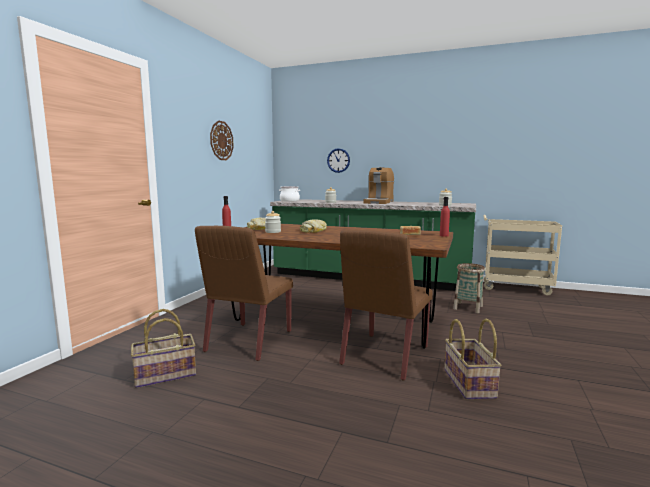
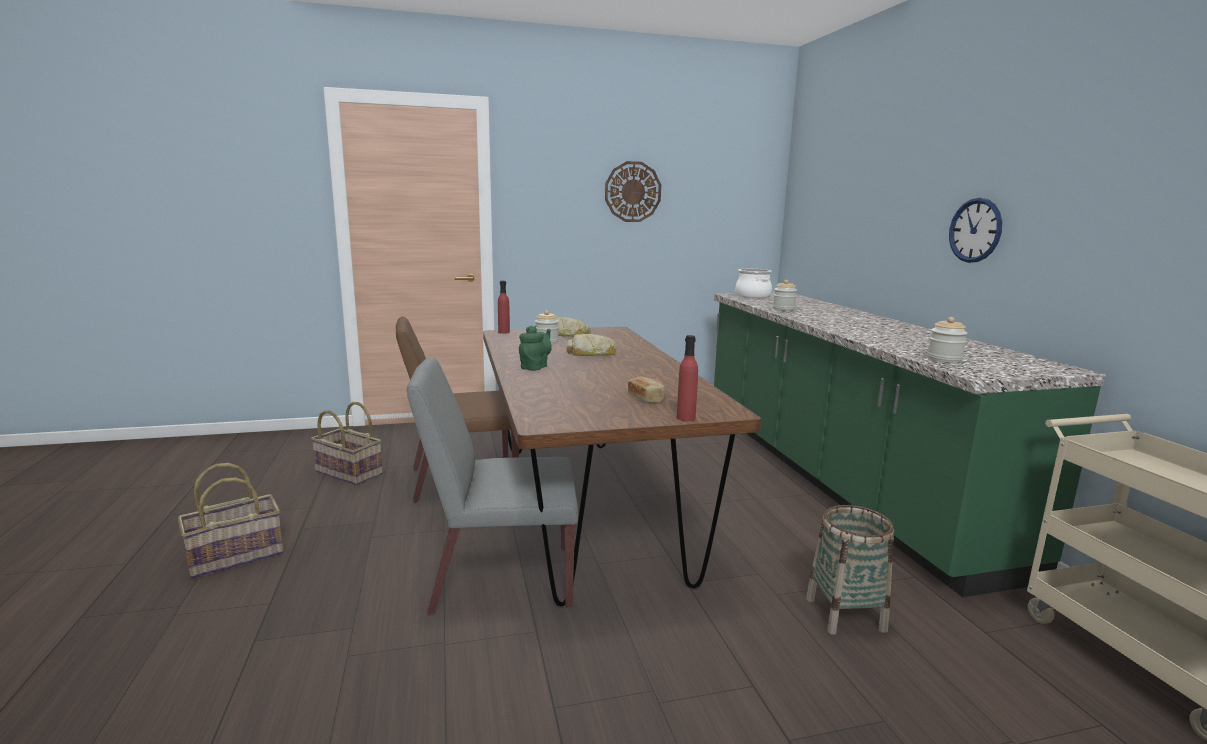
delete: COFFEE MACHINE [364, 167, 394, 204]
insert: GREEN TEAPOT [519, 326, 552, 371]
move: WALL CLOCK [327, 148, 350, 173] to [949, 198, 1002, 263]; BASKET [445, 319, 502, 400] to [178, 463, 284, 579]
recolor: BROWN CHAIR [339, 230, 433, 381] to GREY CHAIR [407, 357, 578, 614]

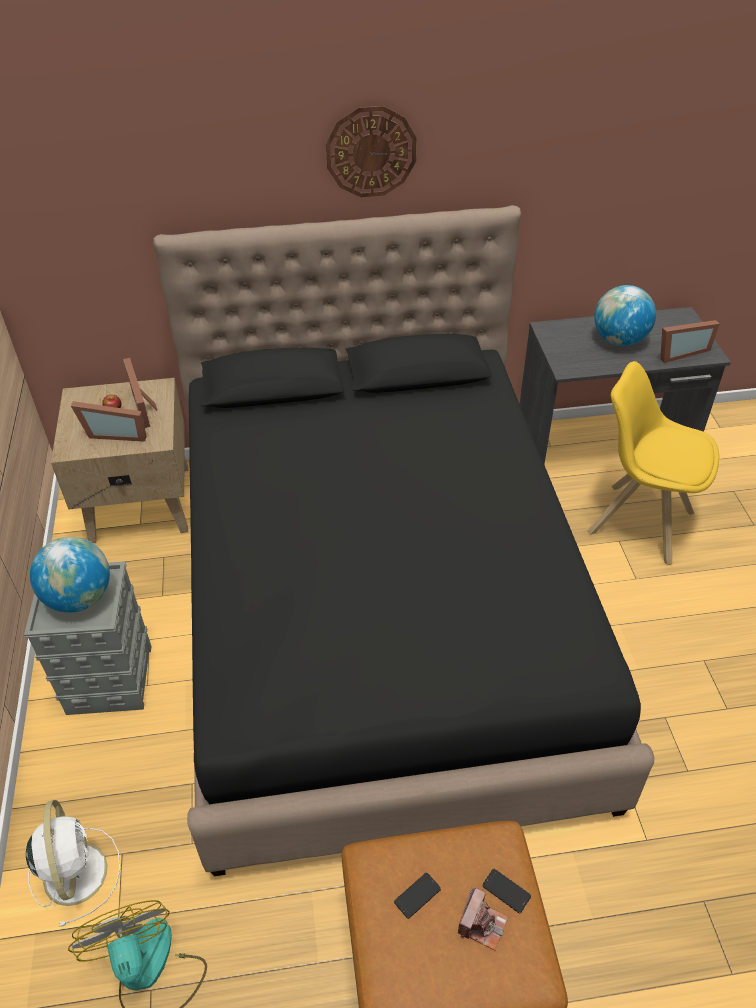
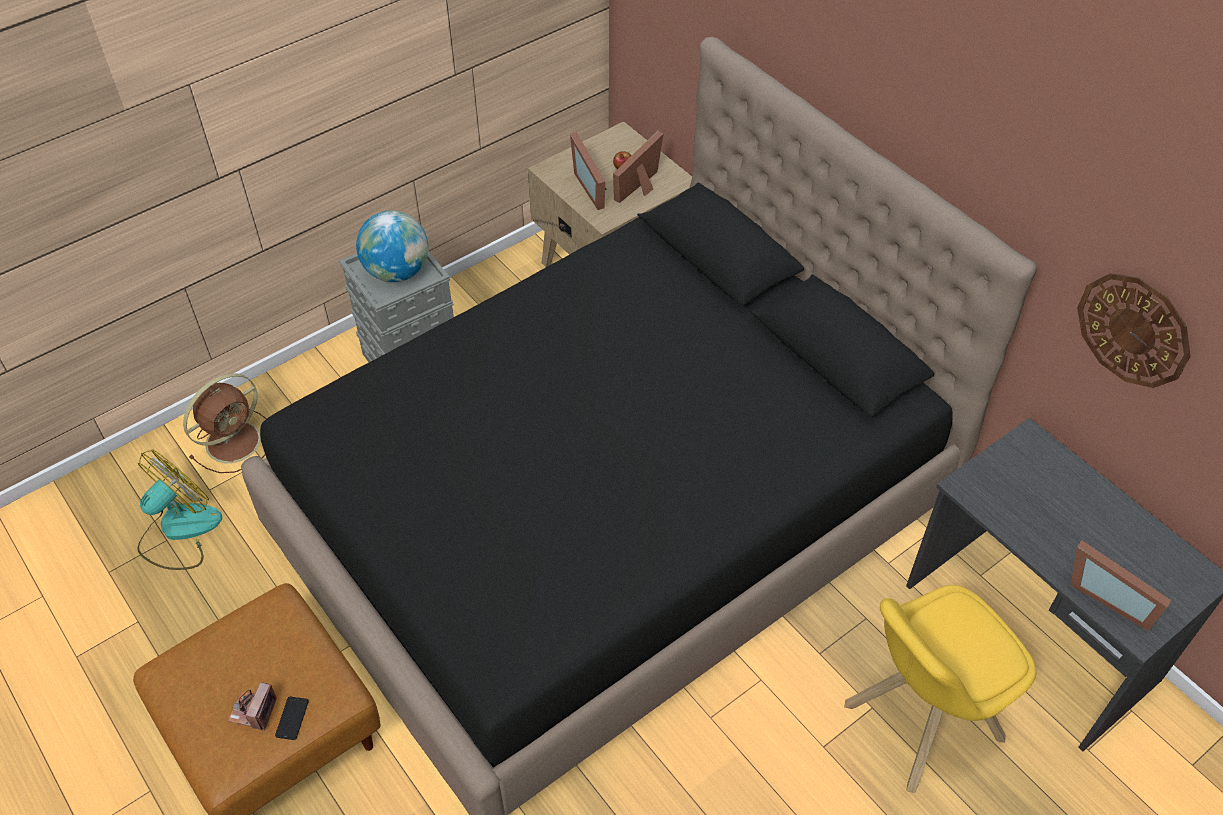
delete: GLOBE [594, 285, 656, 346]; PHONE [394, 873, 441, 919]
move: WALL CLOCK [326, 106, 417, 197] to [1077, 273, 1190, 388]
recolor: WHITE FAN [26, 800, 120, 927] to BROWN FAN [183, 373, 267, 473]
rotate: YELLOW CHAIR [587, 361, 719, 565] = [844, 585, 1036, 793] 120 degrees counterclockwise; PHOTO CAMERA [458, 887, 508, 950] = [228, 682, 277, 730] 105 degrees clockwise

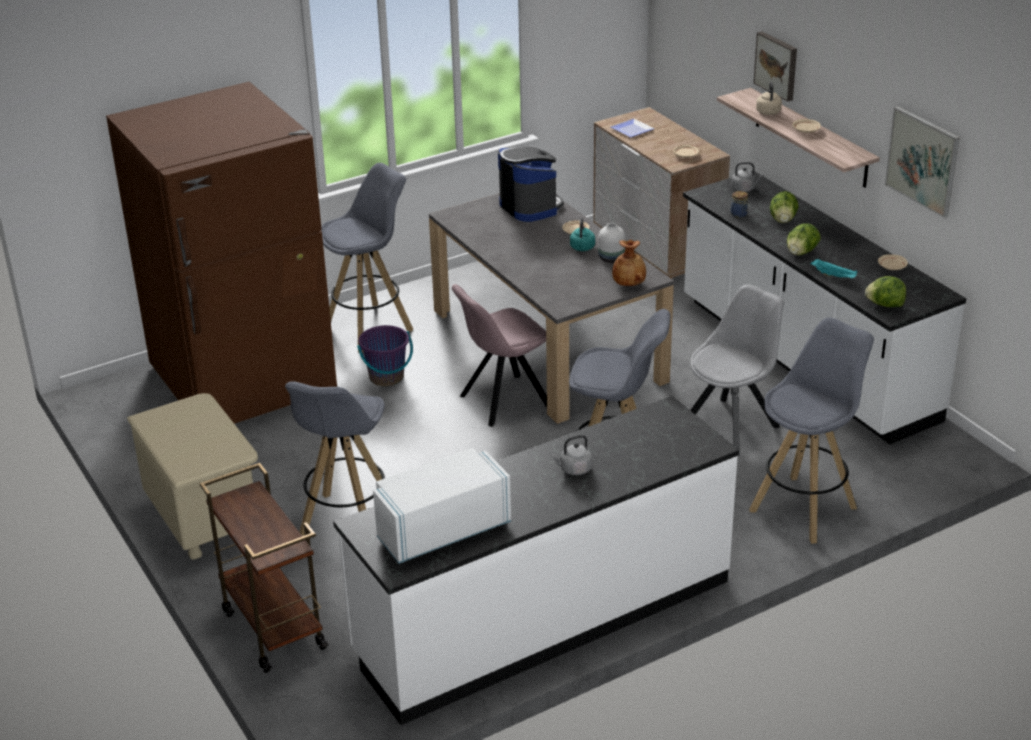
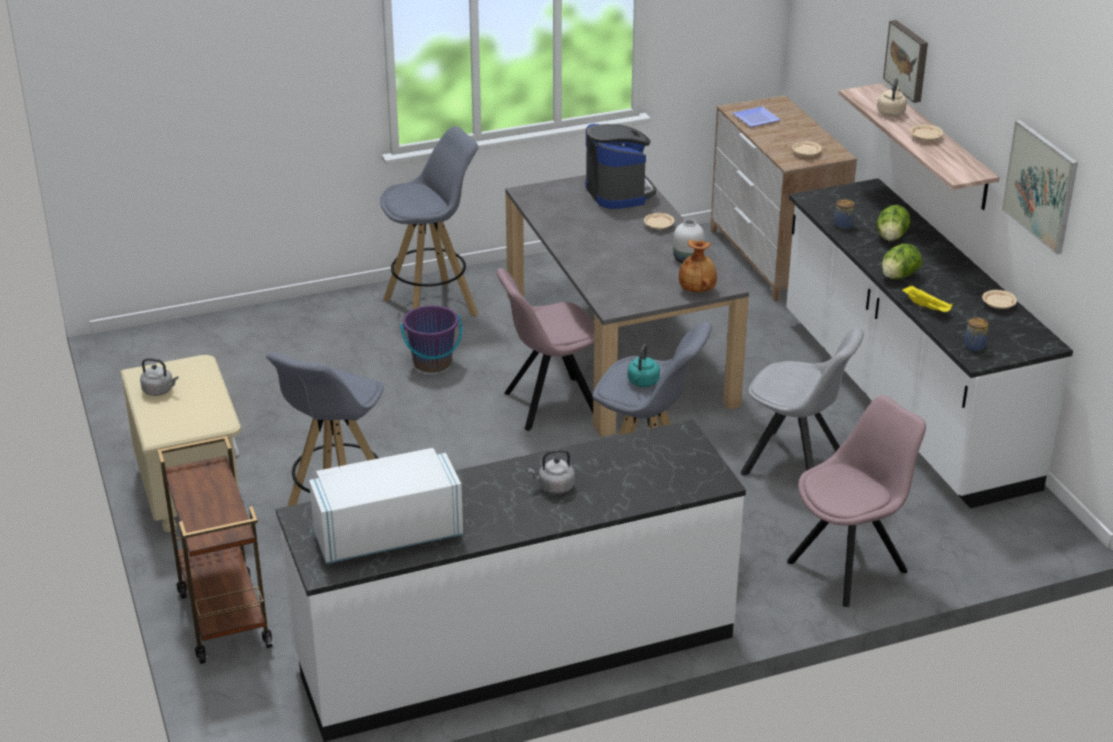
delete: BROWN FRIDGE [106, 81, 337, 424]
move: GREY KETTLE [731, 162, 764, 192] to [140, 358, 178, 396]; TURQUOISE KETTLE [570, 218, 595, 251] to [628, 345, 660, 387]
replace: LETTUCE [865, 276, 906, 307] to JAR [964, 317, 989, 351]; GREY STOOL [749, 317, 874, 544] to PINK CHAIR [787, 395, 926, 607]
recolor: TURQUOISE TRAY [811, 259, 858, 279] to YELLOW TRAY [902, 285, 953, 312]
rotate: GREY CHAIR [690, 284, 784, 456] = [740, 328, 864, 476] 60 degrees clockwise

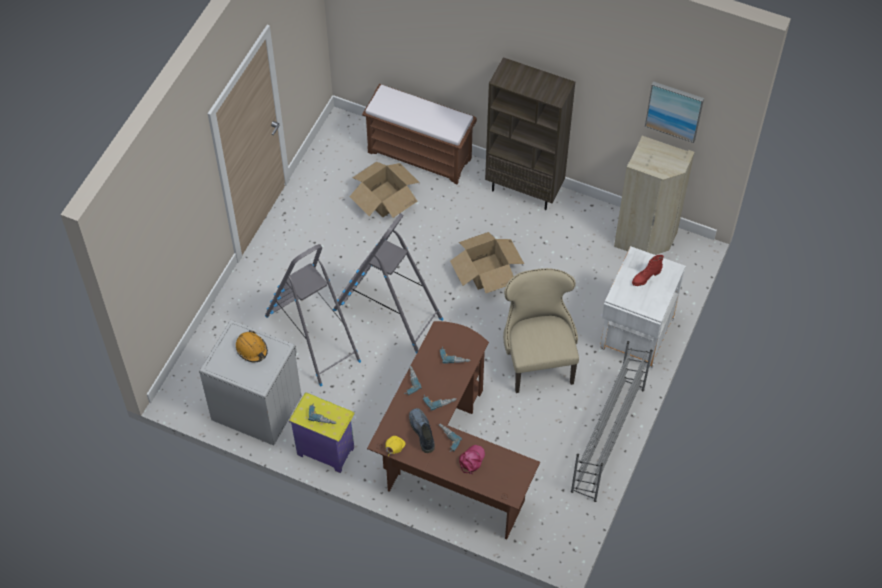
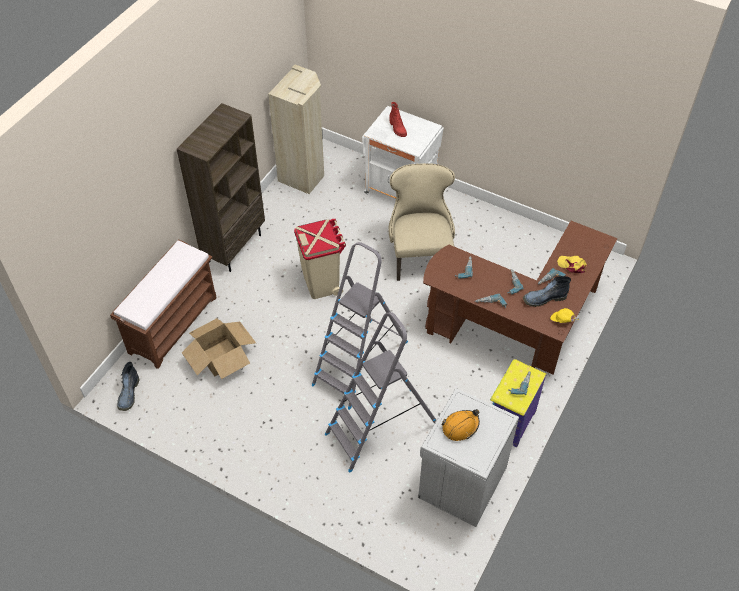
delete: PICTURE [645, 81, 704, 143]; GREY SHOE RACK [571, 341, 653, 502]
insert: BOOT [117, 362, 139, 411]
replace: CARDBOARD BOX [450, 232, 524, 293] to BEIGE TRASH CAN [294, 219, 346, 299]
recolor: PINK CAP [459, 445, 485, 474] to YELLOW CAP [557, 256, 587, 273]
rotate: BEIGE CHAIR [503, 268, 579, 393] = [388, 163, 455, 281] 90 degrees clockwise

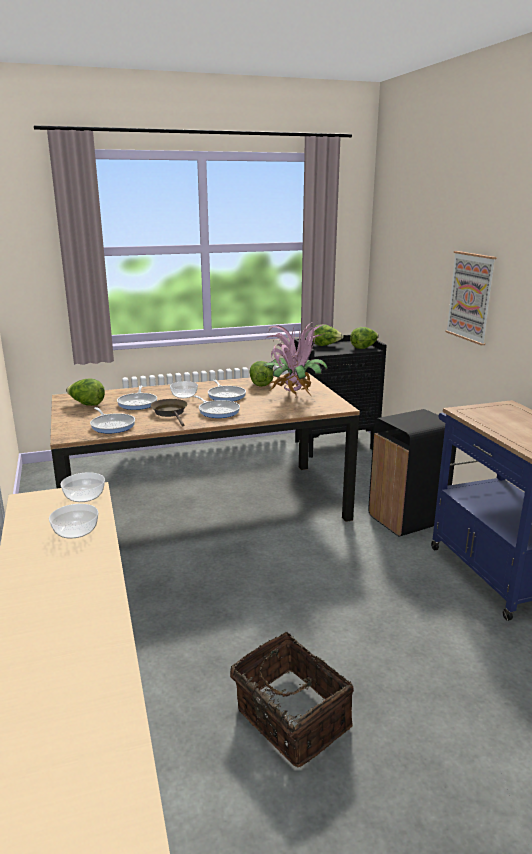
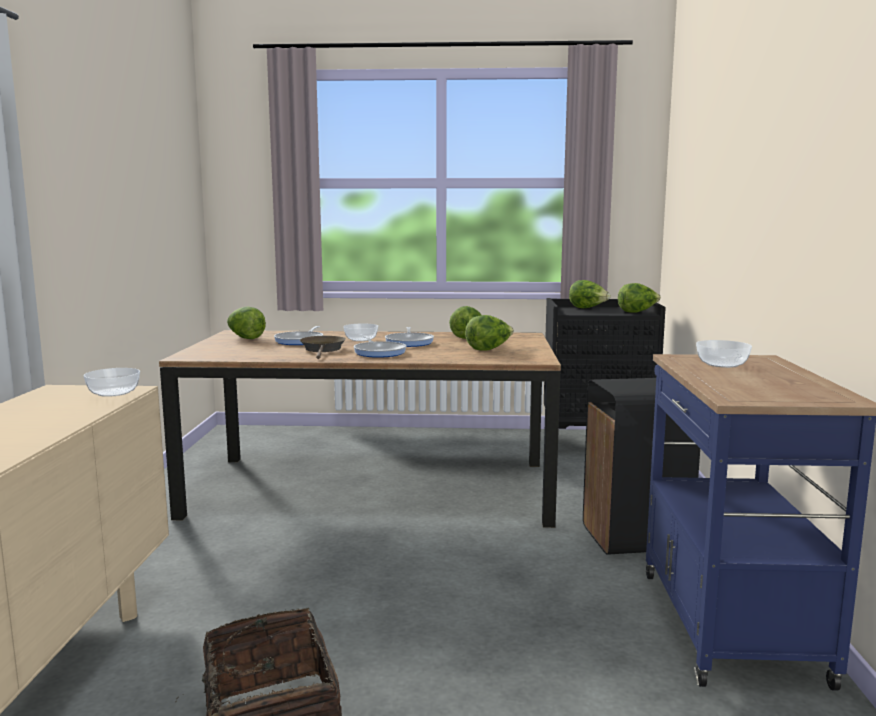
delete: PICTURE [445, 251, 497, 345]; FRYING PAN [90, 407, 135, 434]
move: BOWL [49, 504, 99, 538] to [696, 340, 752, 368]
replace: POTTED PLANT [263, 322, 328, 397] to LETTUCE [465, 315, 514, 351]

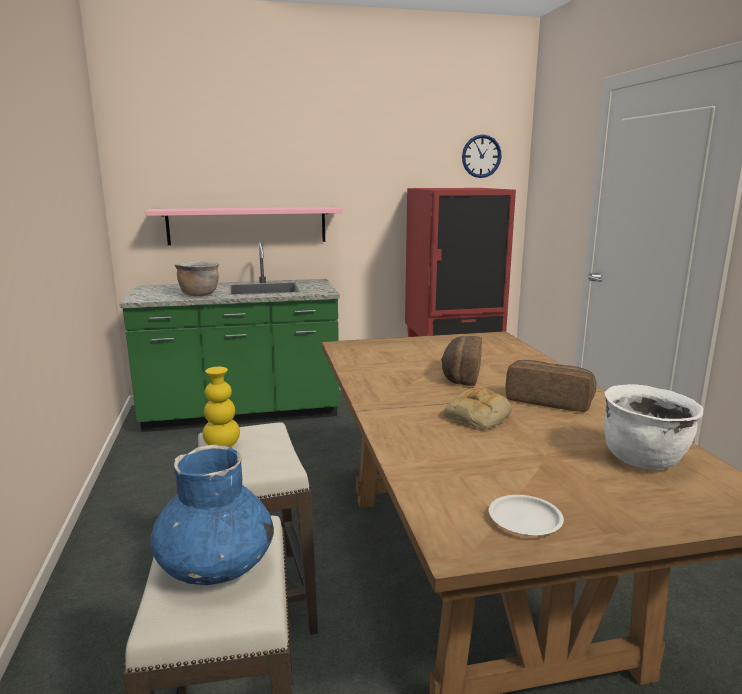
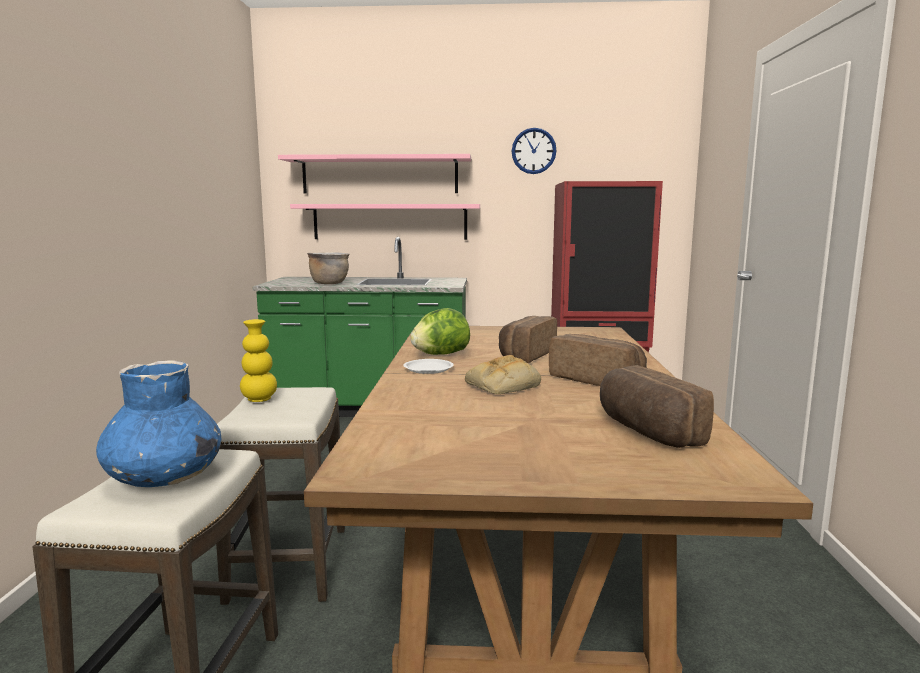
insert: PINK SHELF [278, 154, 471, 194]; LETTUCE [410, 308, 470, 355]
move: WALL CLOCK [462, 134, 502, 178] to [512, 128, 557, 174]; WHITE PLATE [489, 495, 564, 536] to [403, 359, 454, 374]
replace: WHITE COOKING POT [604, 384, 703, 470] to BREAD [600, 365, 714, 448]

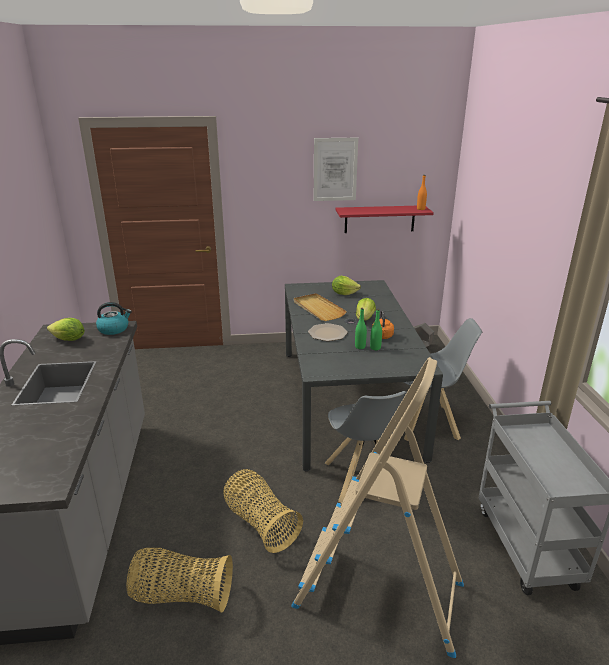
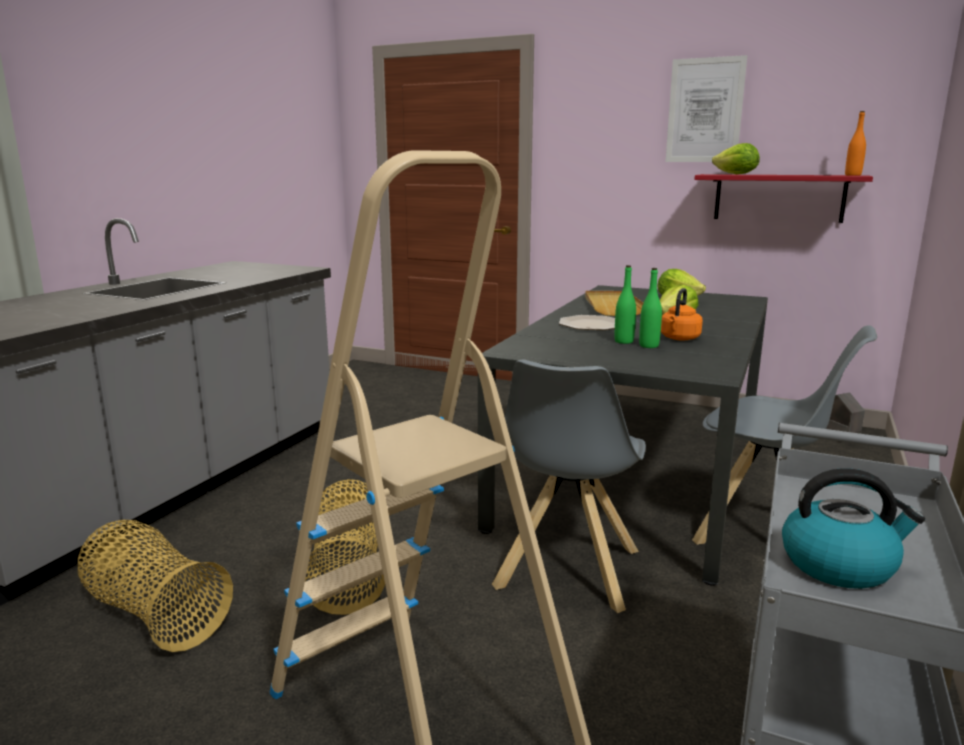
move: KETTLE [96, 302, 132, 335] to [782, 468, 925, 589]; LETTUCE [47, 318, 85, 341] to [712, 143, 760, 174]

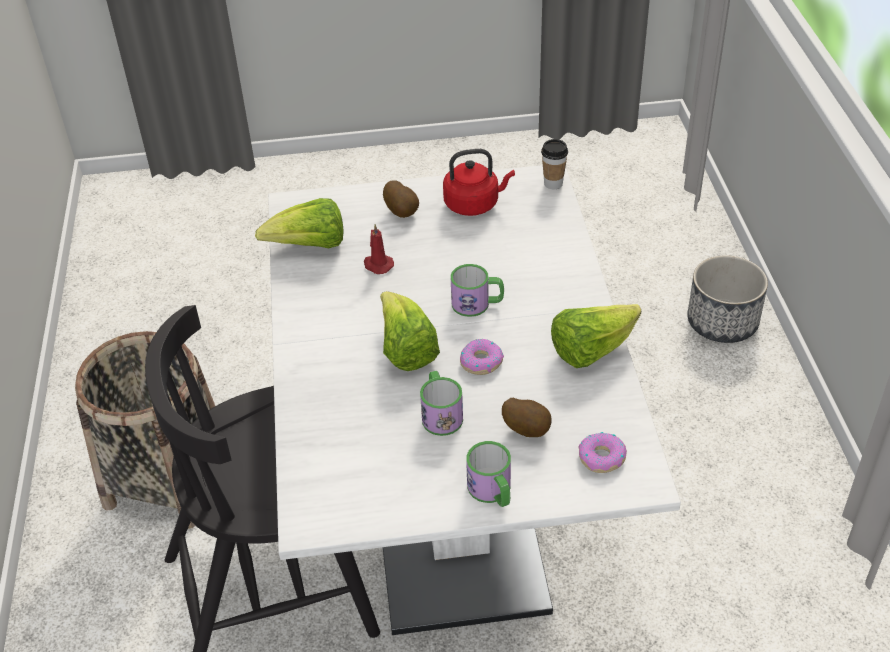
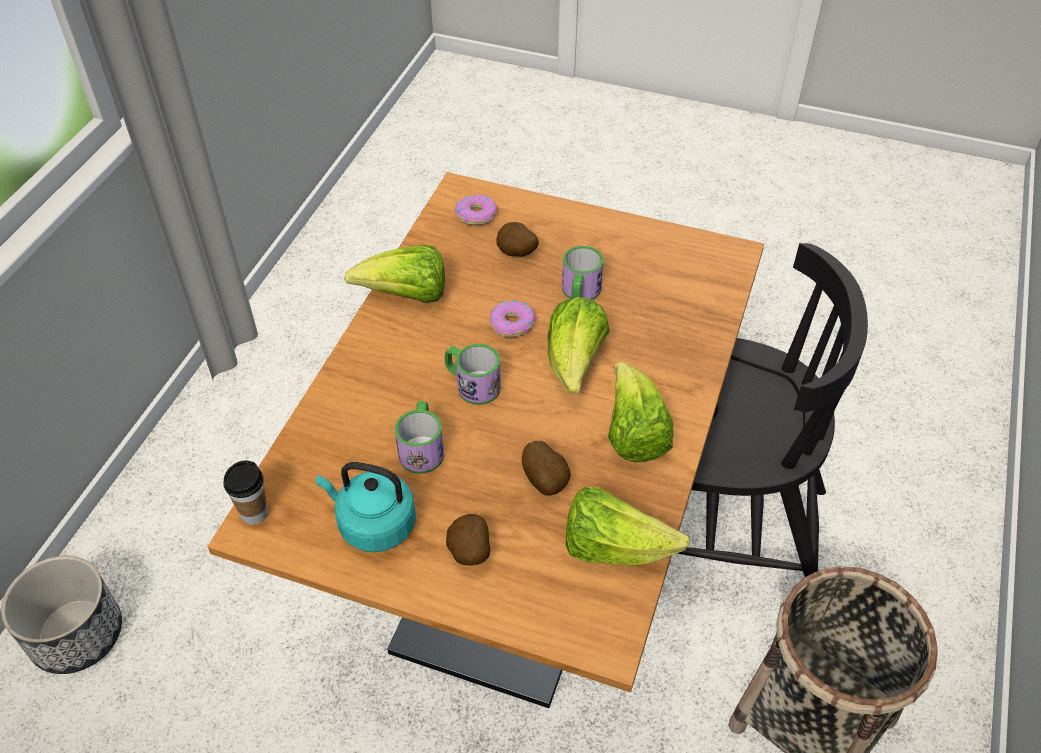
insert: LETTUCE [608, 362, 673, 462]
move: MUG [466, 441, 511, 507] to [395, 401, 444, 474]
replace: RED CANDLE [364, 224, 394, 274] to POTATO [522, 441, 570, 496]
recolor: RED KETTLE [443, 149, 515, 216] to TURQUOISE KETTLE [316, 462, 416, 552]; WHITE DINING TABLE [268, 165, 681, 635] to BROWN DINING TABLE [207, 172, 764, 708]

